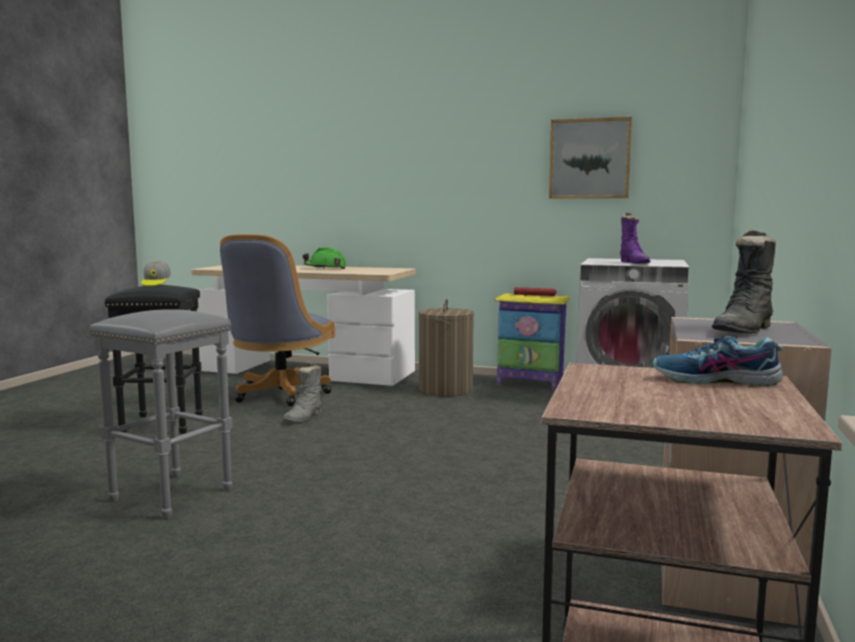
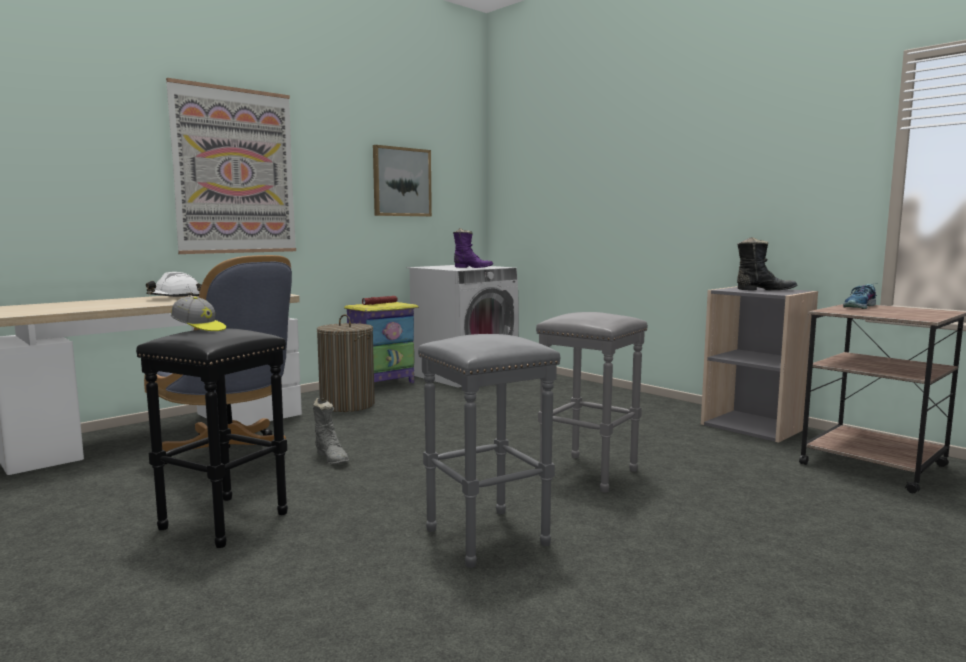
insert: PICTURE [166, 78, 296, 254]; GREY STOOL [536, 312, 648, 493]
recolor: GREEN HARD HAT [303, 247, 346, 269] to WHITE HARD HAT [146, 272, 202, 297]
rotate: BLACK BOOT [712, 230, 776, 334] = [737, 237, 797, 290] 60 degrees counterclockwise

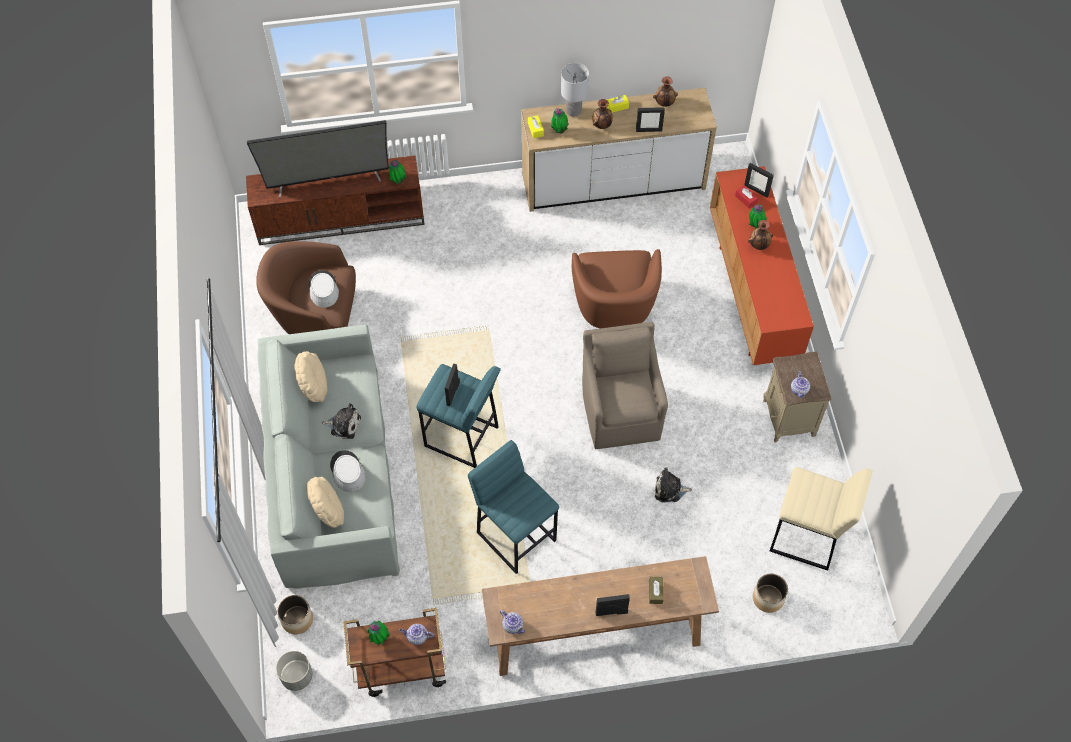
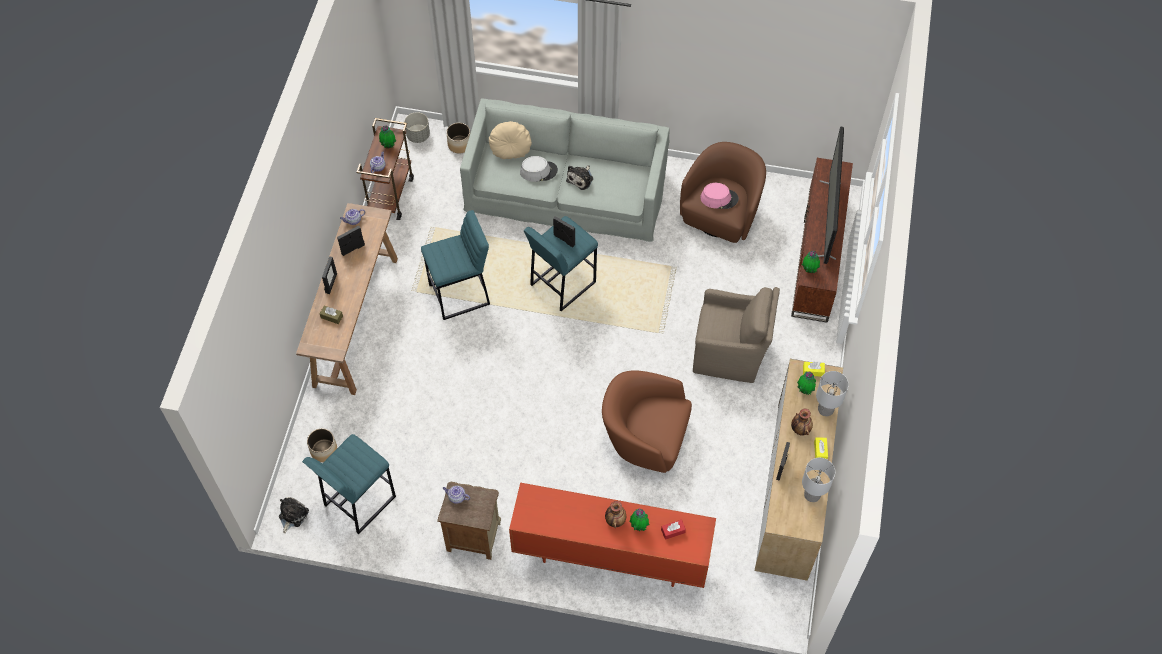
delete: BEIGE PILLOW [294, 351, 327, 402]
move: PICTURE FRAME [744, 163, 774, 197] to [337, 225, 365, 256]; BROWN ARMCHAIR [582, 322, 668, 449] to [693, 287, 780, 383]; PLUSH TOY [655, 467, 692, 503] to [279, 497, 309, 534]
replace: VASE [653, 77, 678, 107] to GREY TABLE LAMP [802, 458, 835, 502]
recolor: GREY HAT [309, 270, 339, 308] to PINK HAT [700, 183, 739, 209]; BEIGE STOOL [770, 467, 873, 571] to TURQUOISE STOOL [302, 434, 396, 534]

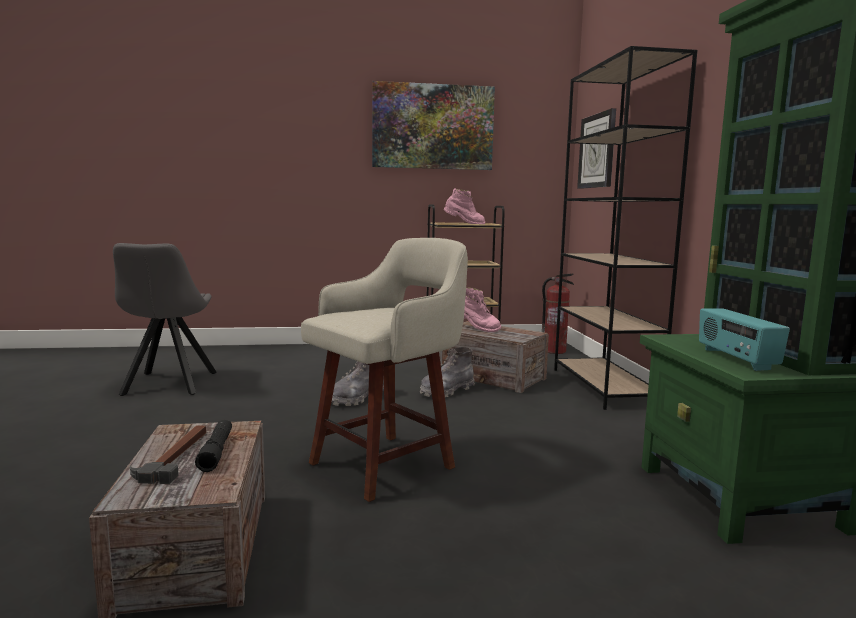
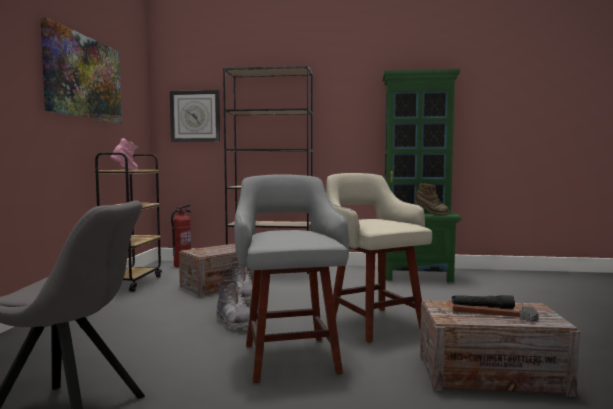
delete: PINK BOOT [464, 288, 501, 332]
insert: GREY STOOL [234, 174, 349, 383]
replace: RADIO [699, 308, 790, 371] to BROWN BOOT [415, 183, 450, 216]

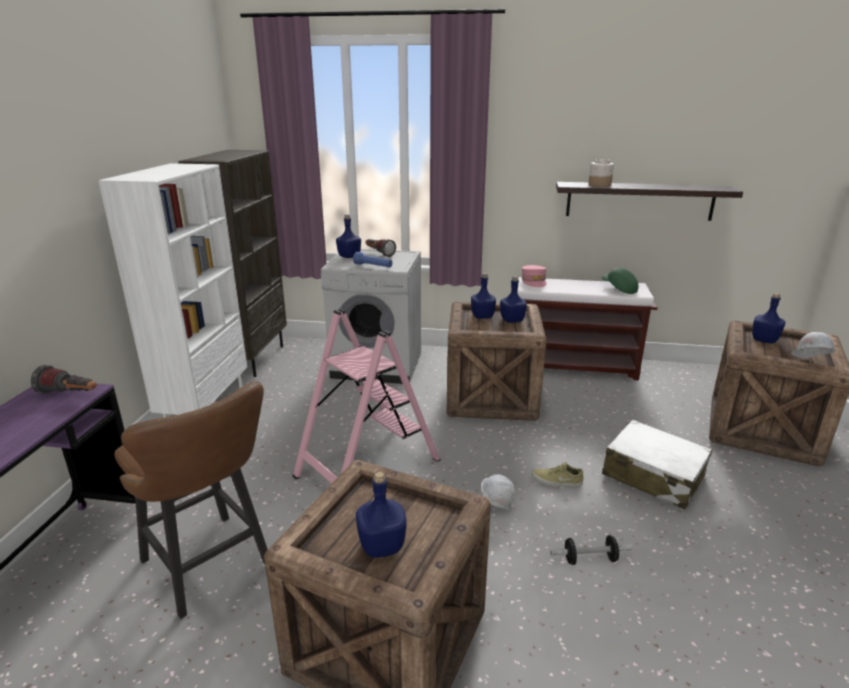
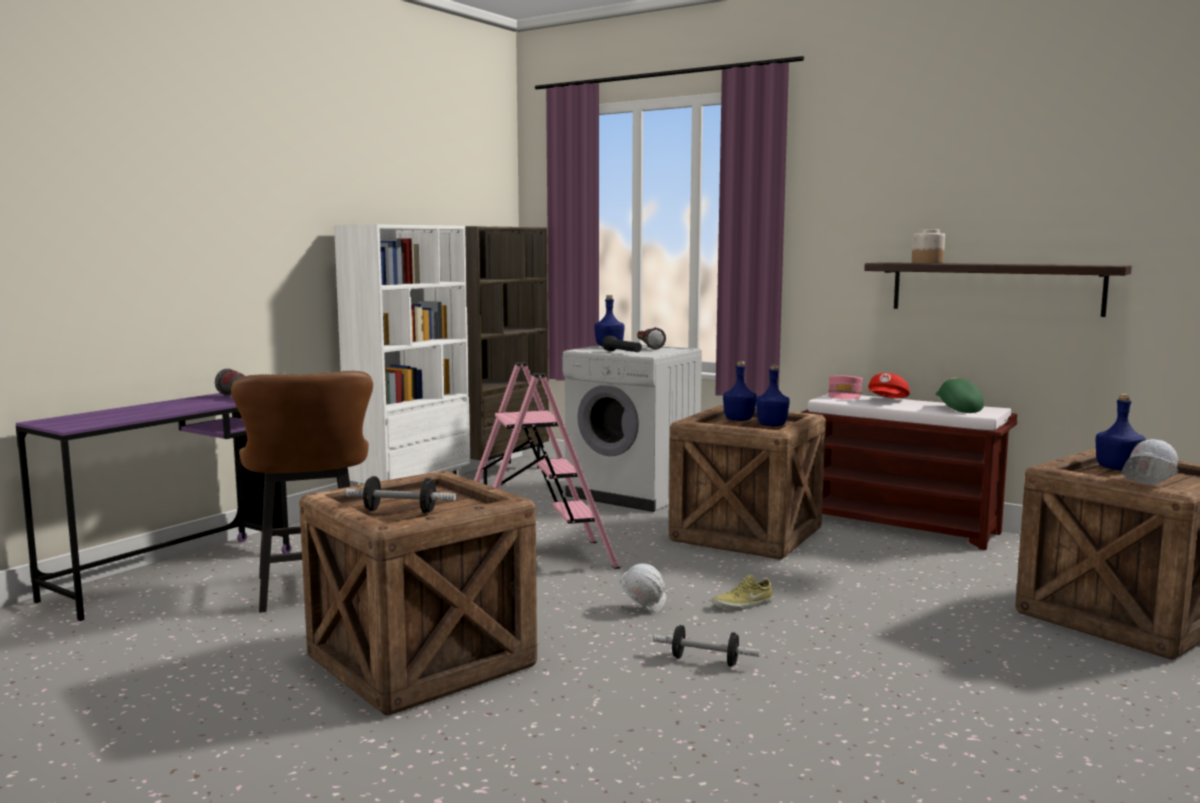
delete: WHITE SUITCASE [602, 419, 712, 509]
insert: RED CAP [868, 373, 910, 398]
replace: BLUE BOTTLE [356, 472, 407, 558] to DUMBBELL [345, 476, 456, 514]
recolor: BLUE FLASHLIGHT [353, 252, 392, 267] to BLACK FLASHLIGHT [602, 336, 642, 352]
rotate: BEIGE SHOE [532, 462, 583, 487] = [712, 575, 773, 610] 60 degrees counterclockwise

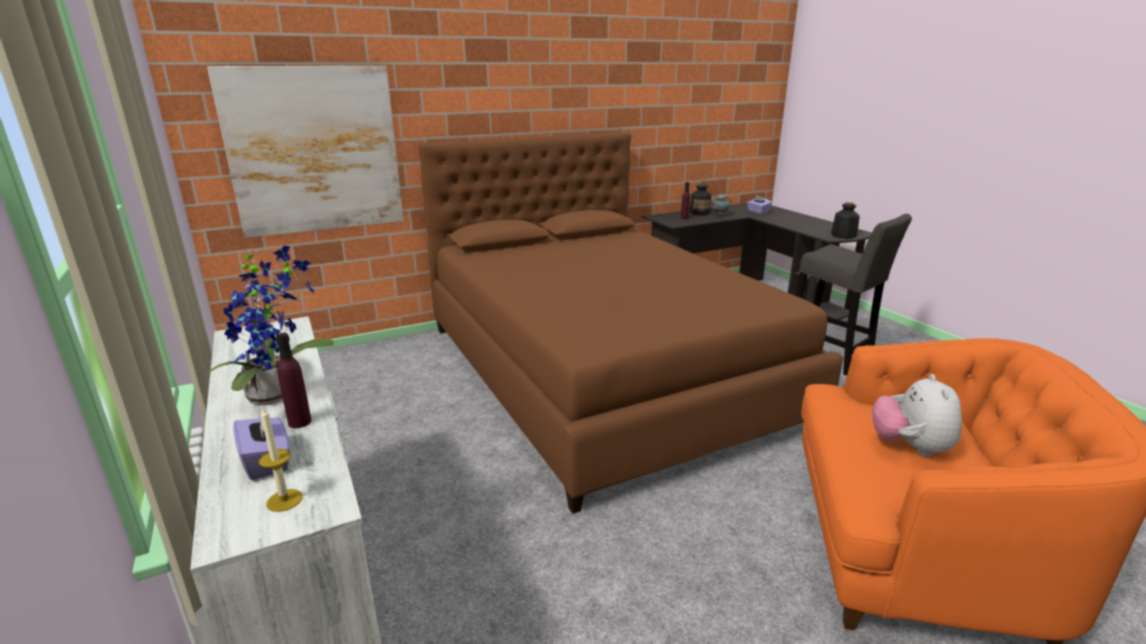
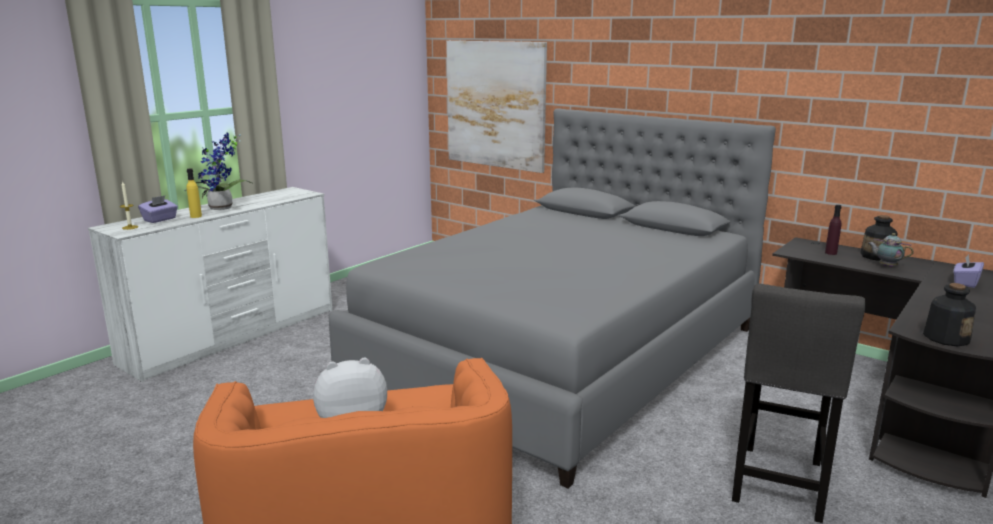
recolor: BROWN BED [419, 132, 843, 514] to GREY BED [329, 109, 776, 488]; PURPLE BOTTLE [276, 333, 311, 428] to YELLOW BOTTLE [187, 168, 202, 218]

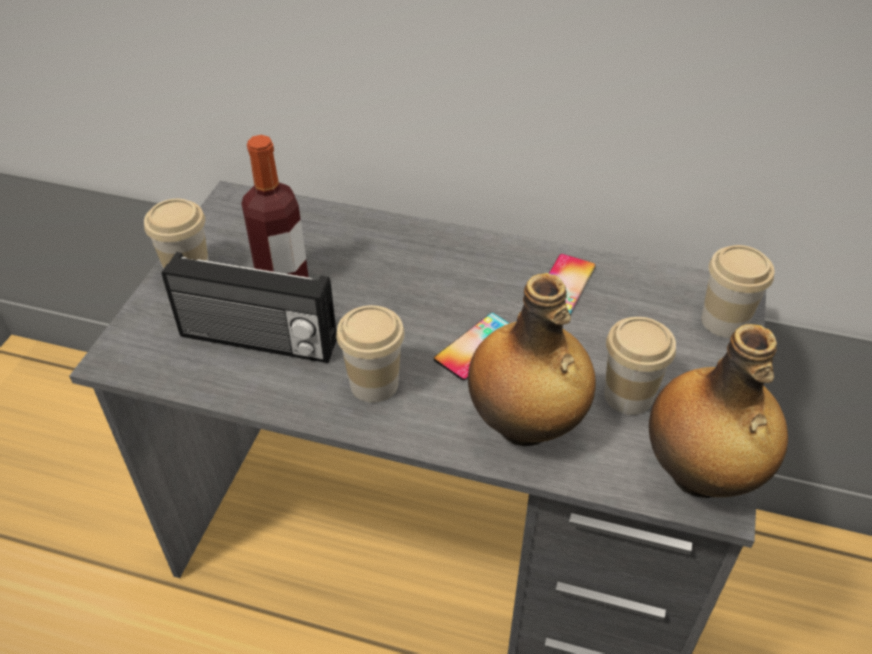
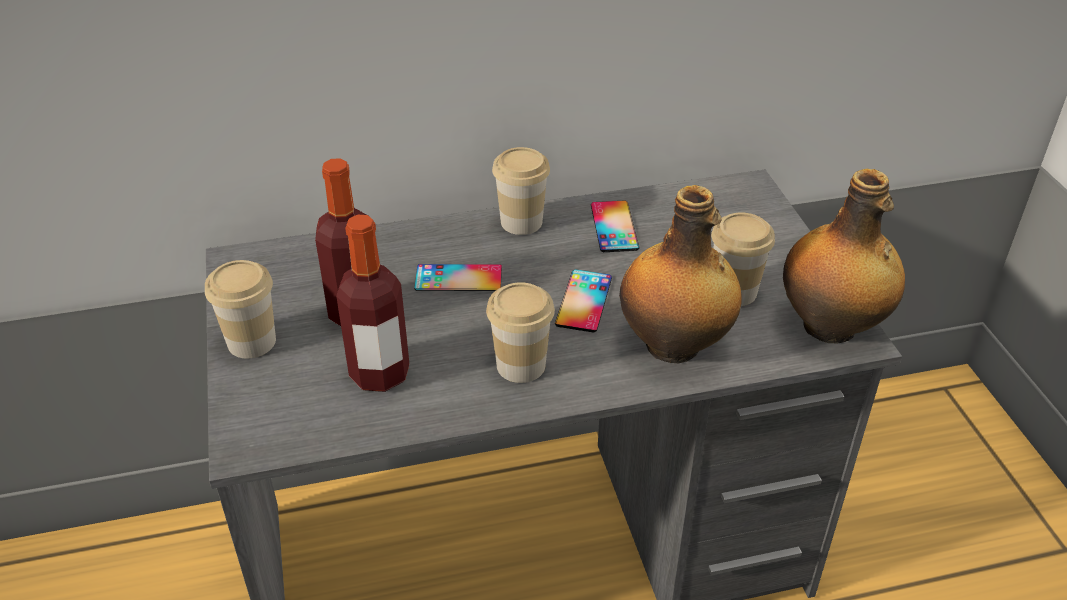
insert: PHONE [414, 264, 502, 291]
move: CUP [702, 245, 774, 338] to [492, 147, 550, 235]
replace: RADIO [162, 252, 337, 363] to BOTTLE [336, 215, 409, 392]

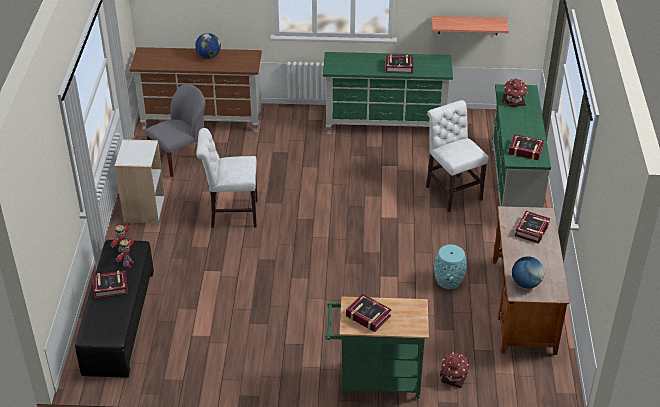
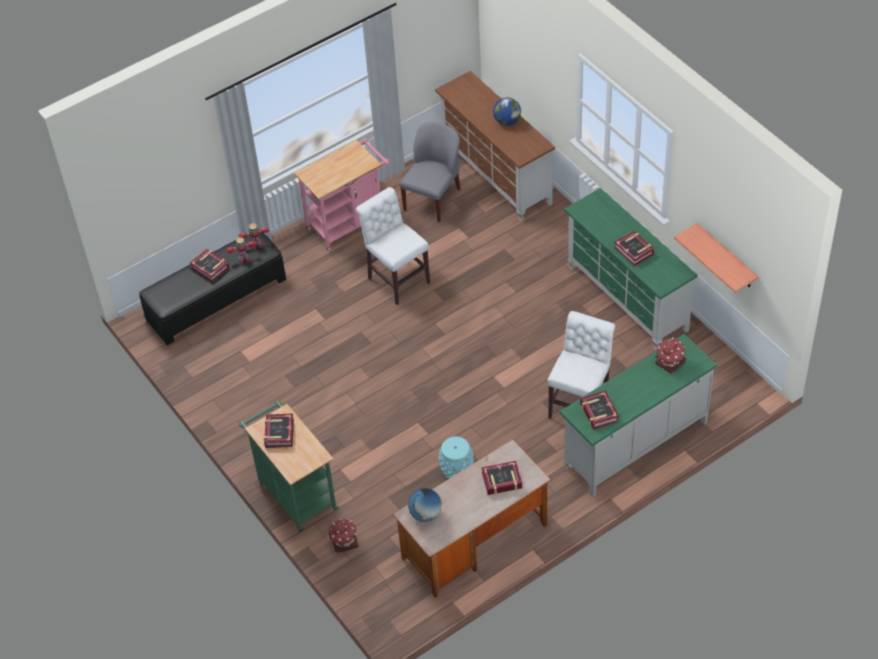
replace: WHITE BOOKCASE [115, 139, 165, 223] to PINK CART [294, 139, 389, 252]
rotate: GREY CHAIR [145, 84, 206, 177] = [399, 122, 461, 222] 75 degrees counterclockwise

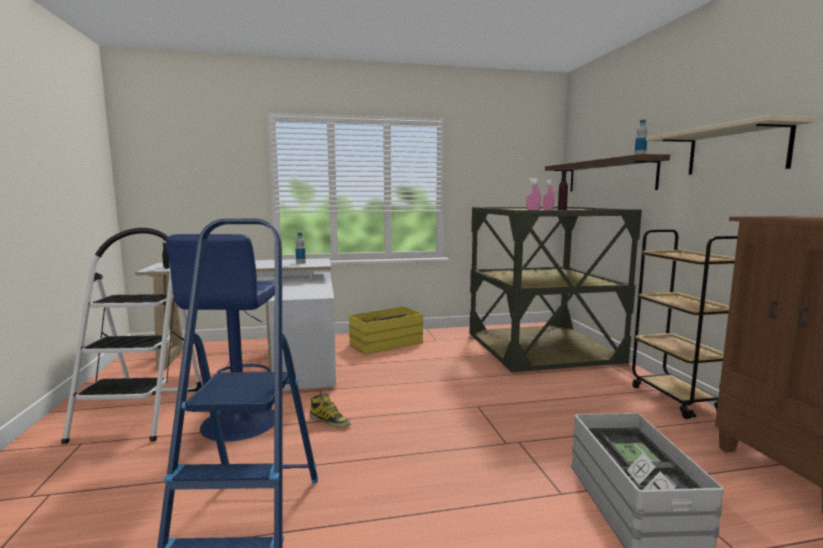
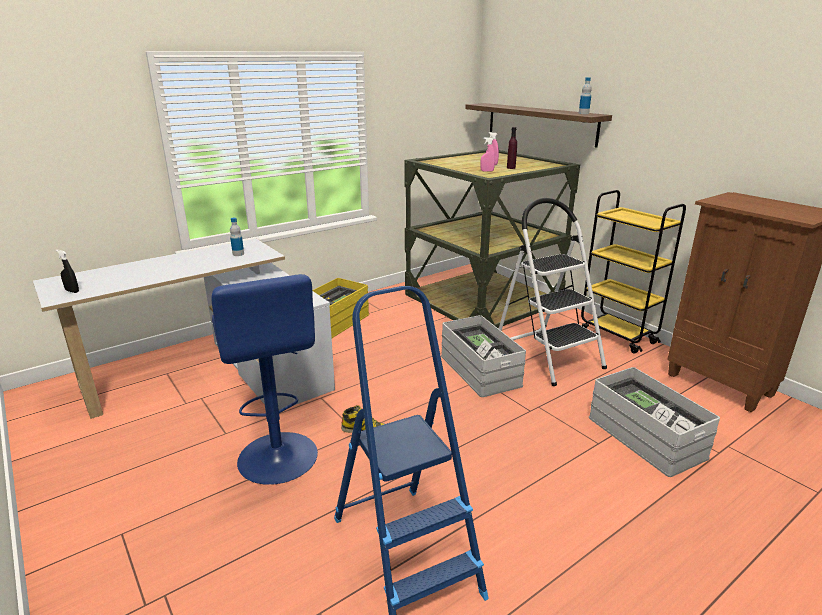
delete: BEIGE SHELF [646, 115, 815, 175]
insert: GREY STORAGE BOX [441, 315, 526, 397]
move: STEP LADDER [61, 228, 202, 444] to [499, 198, 607, 386]
recolor: BROWN CART [632, 230, 738, 419] to YELLOW CART [581, 190, 686, 354]

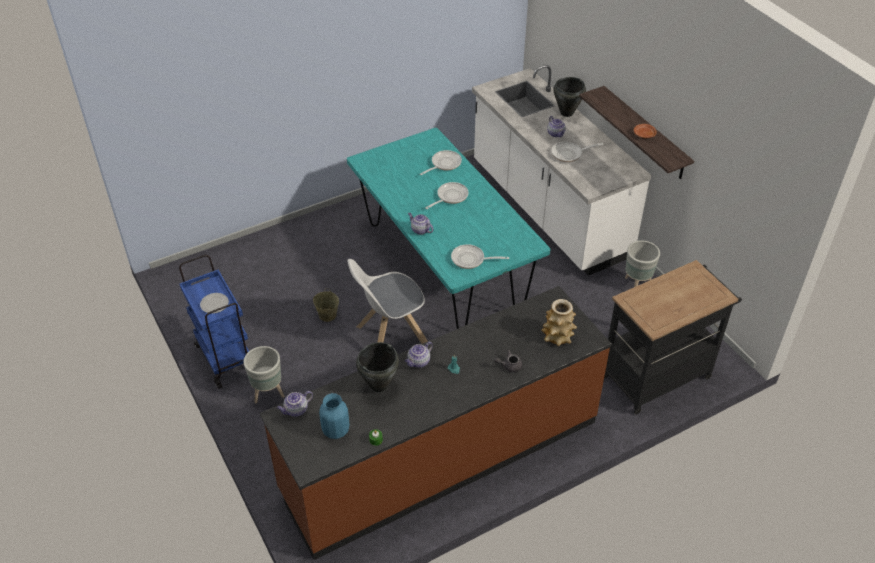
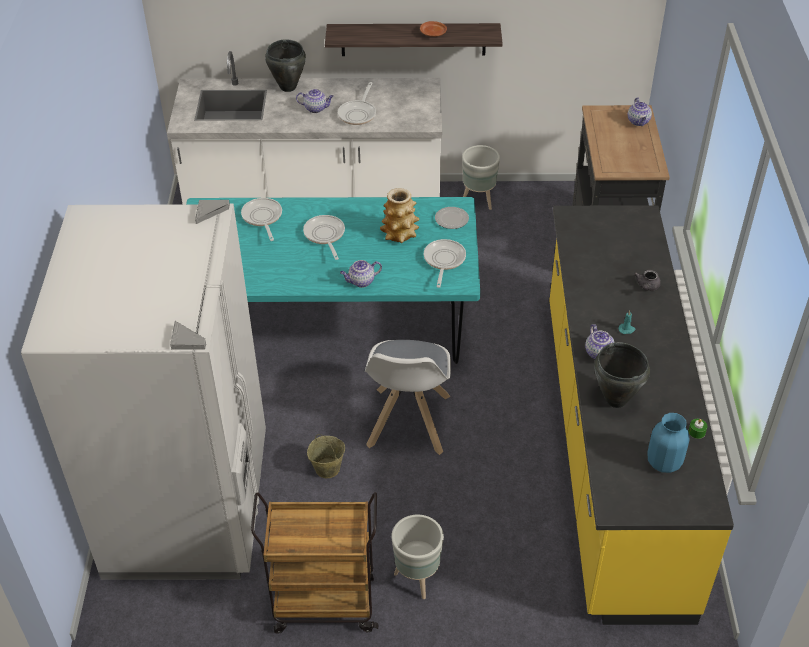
insert: WHITE FRIDGE [21, 200, 266, 580]
move: PLATE [200, 293, 229, 314] to [435, 207, 469, 229]; VASE [541, 299, 577, 346] to [380, 188, 420, 243]; TEAPOT [277, 391, 313, 417] to [628, 97, 652, 126]
recolor: BLUE CART [179, 255, 249, 389] to BROWN CART [251, 492, 378, 634]; BROWN COUNTER [260, 286, 612, 560] to YELLOW COUNTER [549, 205, 734, 625]
rotate: FRYING PAN [451, 244, 509, 269] = [424, 239, 466, 288] 150 degrees clockwise

